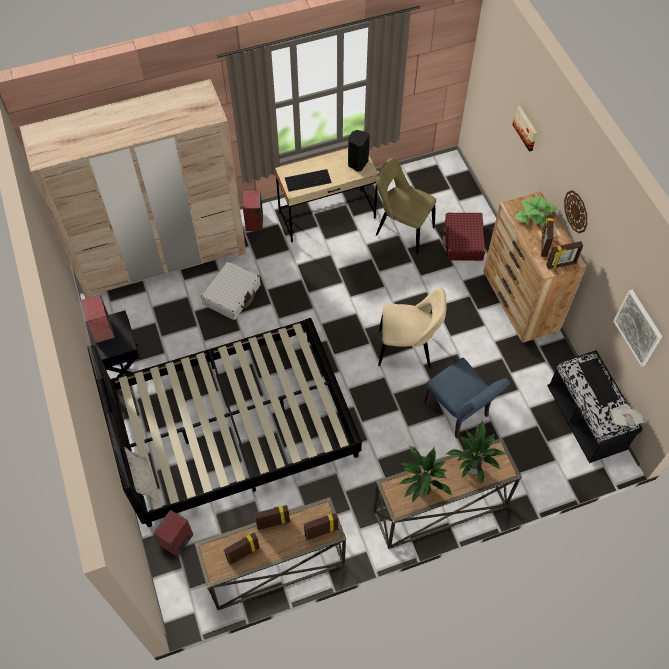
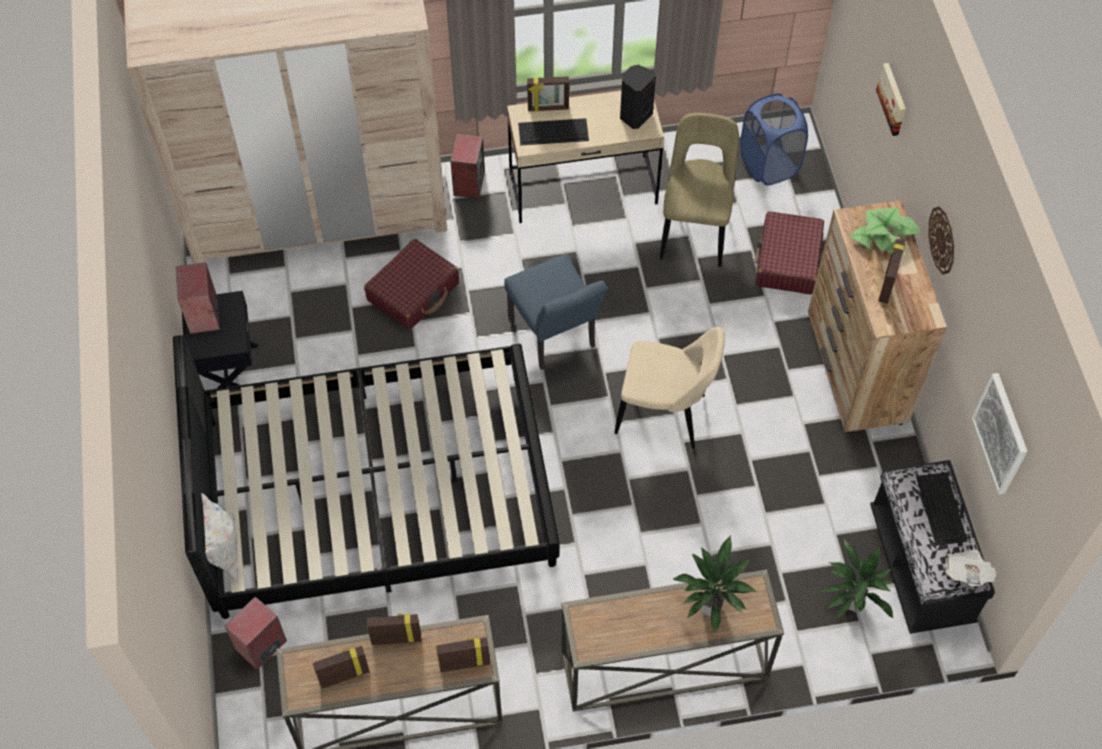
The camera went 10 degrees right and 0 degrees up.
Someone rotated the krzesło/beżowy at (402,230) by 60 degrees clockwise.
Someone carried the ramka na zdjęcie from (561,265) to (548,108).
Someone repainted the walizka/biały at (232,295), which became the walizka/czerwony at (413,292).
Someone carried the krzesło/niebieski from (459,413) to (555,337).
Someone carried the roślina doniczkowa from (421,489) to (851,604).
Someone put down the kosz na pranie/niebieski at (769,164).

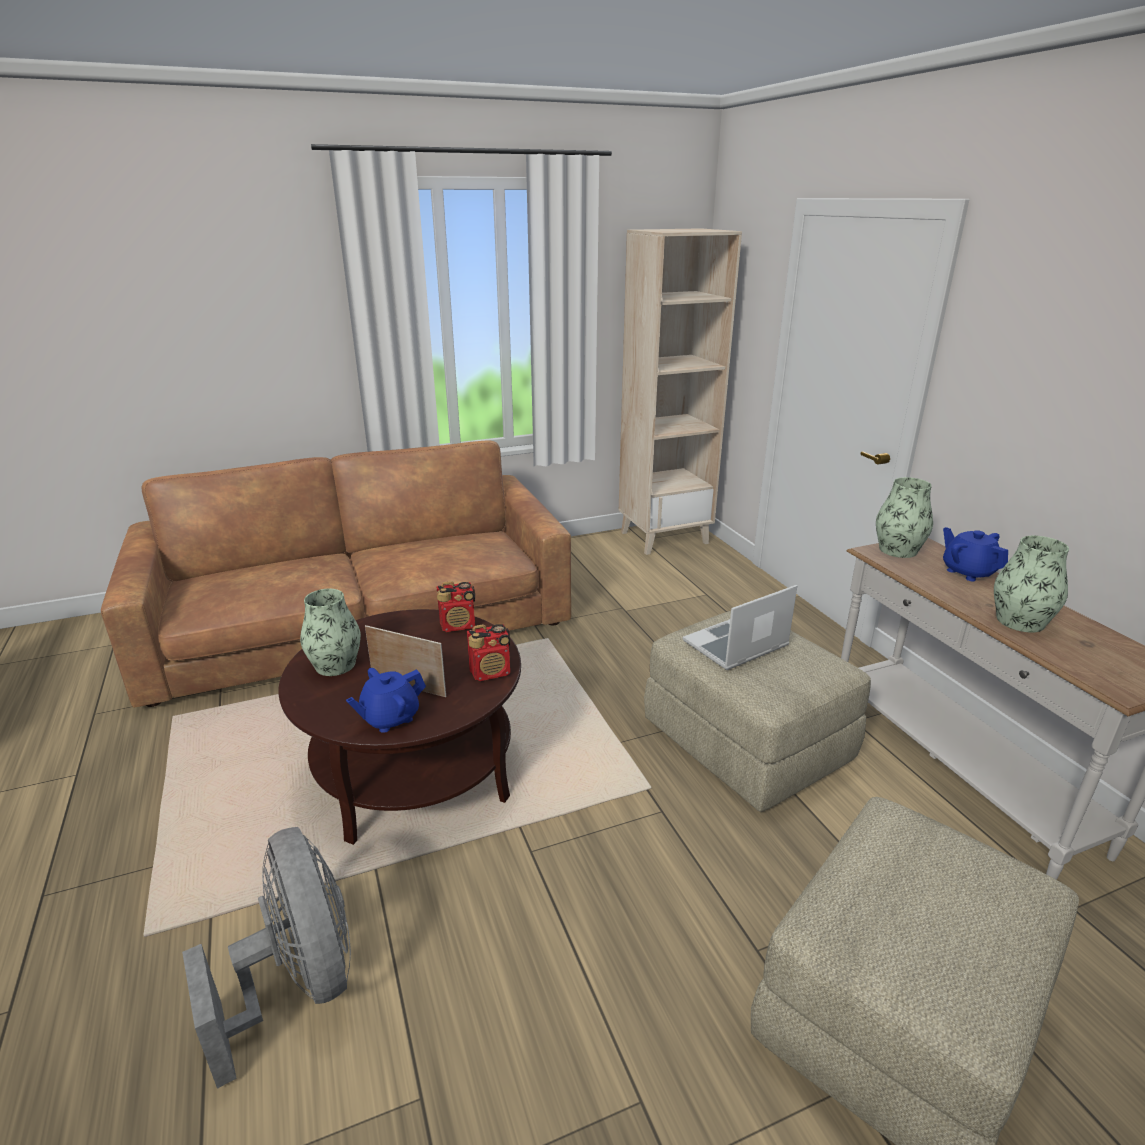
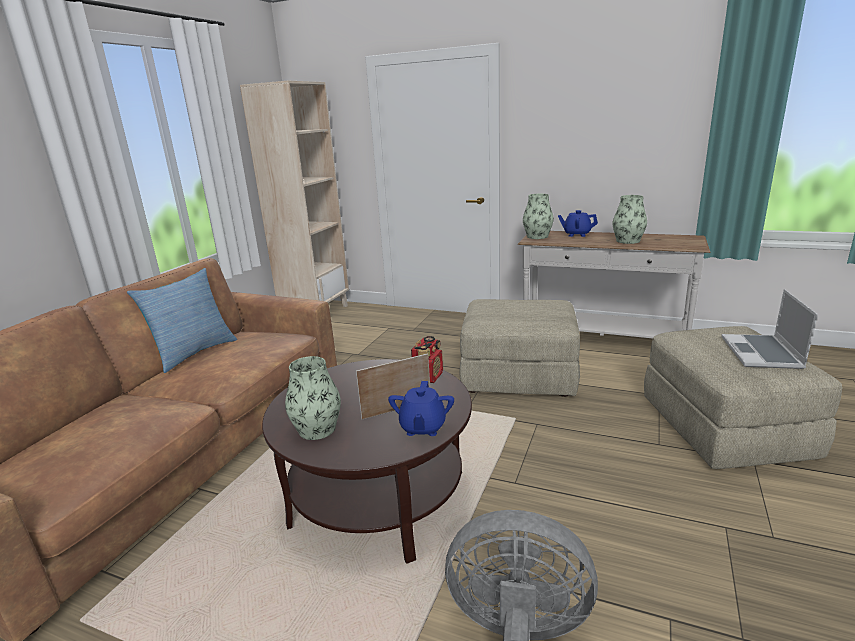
The camera went 45 degrees left and 5 degrees down.
Someone took away the radio at (458,625).
Someone carried the laptop from (735,645) to (762,353).
Someone put down the poduszka at (193,353).

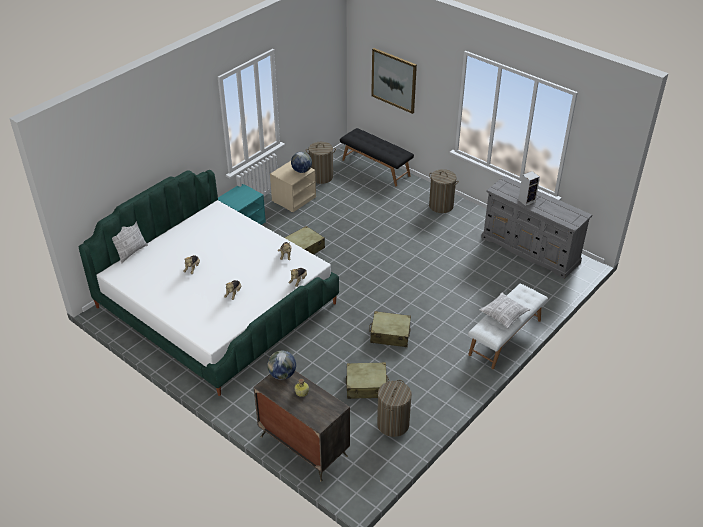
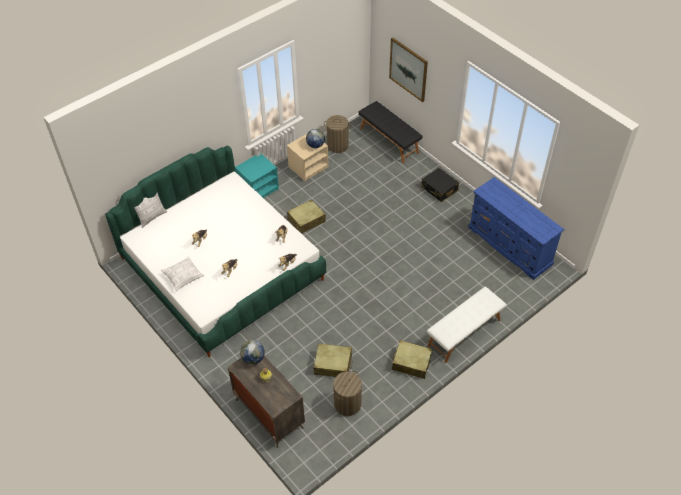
The camera went 10 degrees right and 10 degrees up.
Someone swapped the kosz na pranie at (441,206) for the walizka/czarny at (439,189).
Someone took away the głośnik at (527,200).
Someone repainted the komoda/szary at (530,250), which became the komoda/niebieski at (510,246).
Someone carried the poduszka from (503,314) to (183,276).
Someone carried the walizka/beżowy from (390,334) to (411,363).

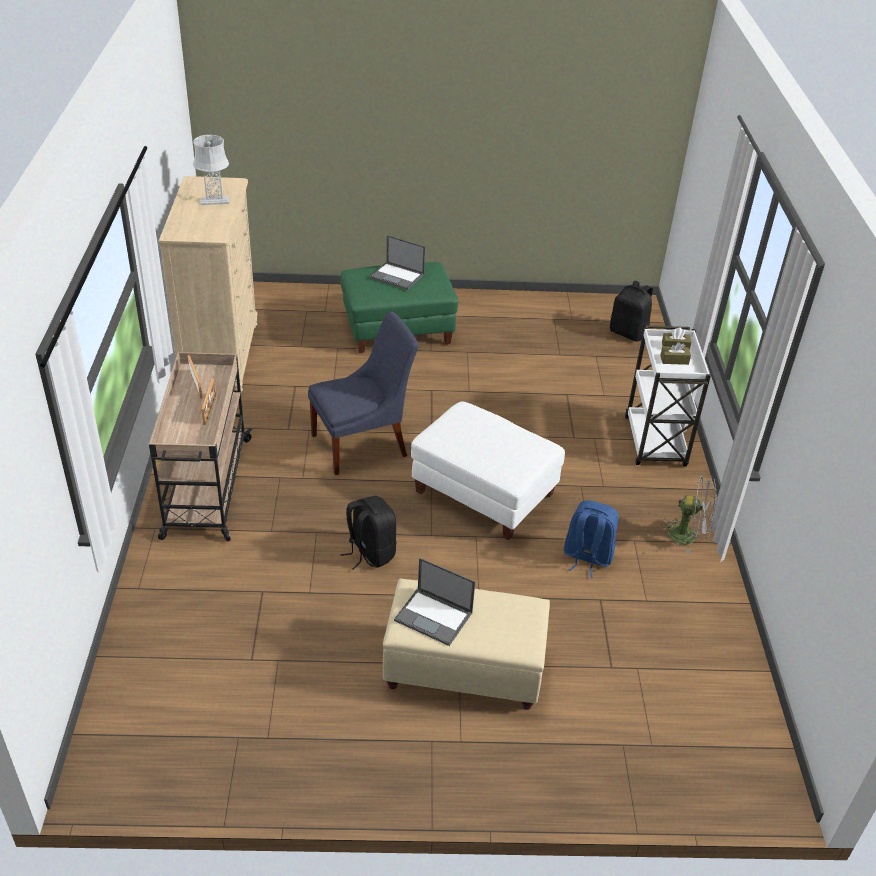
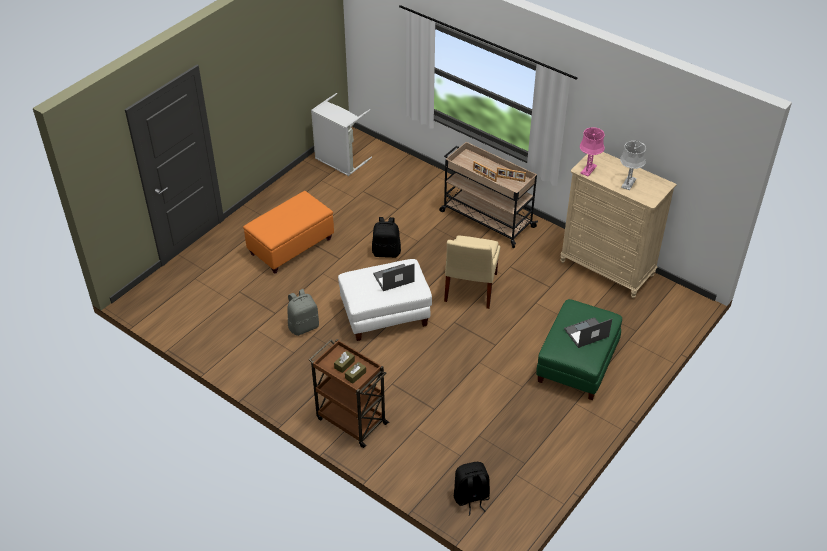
The camera went 130 degrees right and 5 degrees up.
Someone repainted the krzesło/niebieski at (363,444), which became the krzesło/beżowy at (470,289).
Someone repainted the wózek/biały at (655,443), which became the wózek/brązowy at (350,420).
Someone took away the wentylator/szary at (688,536).
Someone repainted the plecak/niebieski at (586,557), which became the plecak/szary at (303,326).
Someone carried the laptop from (434,617) to (393,278).
Someone repainted the pufa/beżowy at (462,668), which became the pufa/pomarańczowy at (291,246).
Someone put down the kosz na pranie/szary at (339,161).
Someone put down the lampa stołowa/różowy at (588,169).

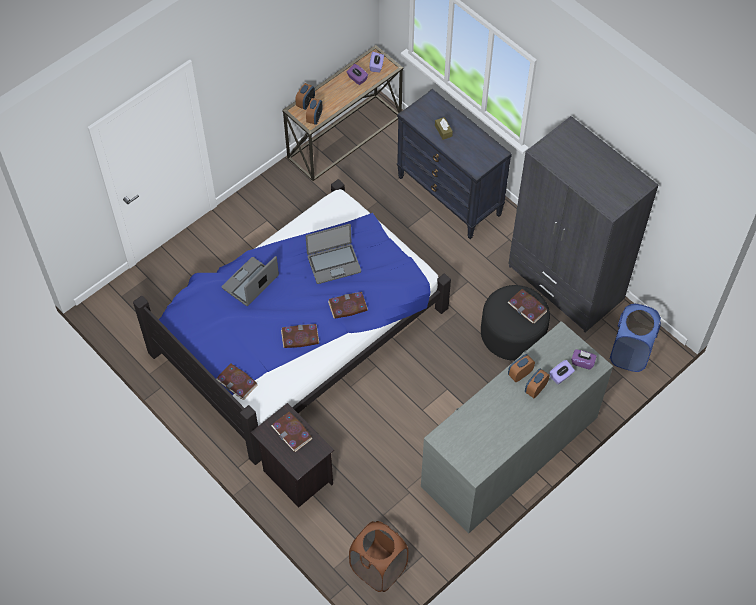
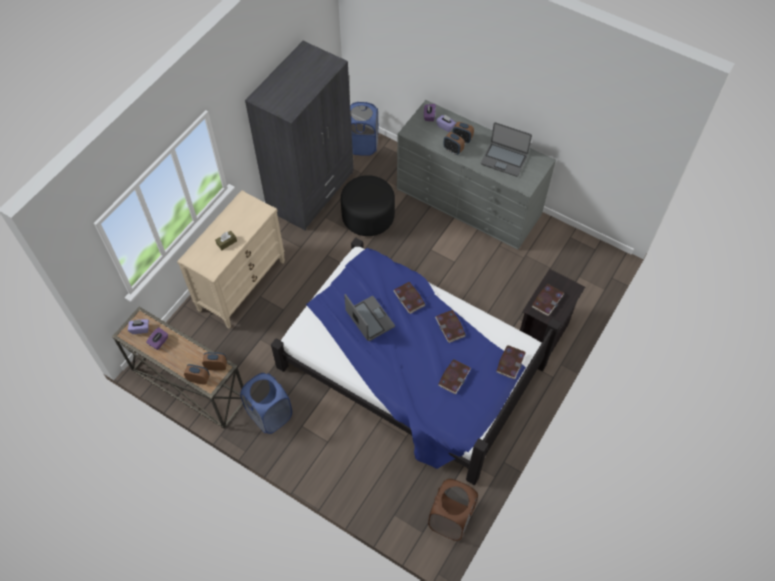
The camera went 105 degrees left and 0 degrees up.
Someone repainted the komoda/czarny at (450,196), which became the komoda/beżowy at (242,285).
Someone carried the laptop from (251,283) to (504,159).
Someone carried the książka from (527,307) to (454,377).
Someone carried the kosz na pranie/brązowy from (378,568) to (451,519).
Someone put down the kosz na pranie/niebieski at (269,415).

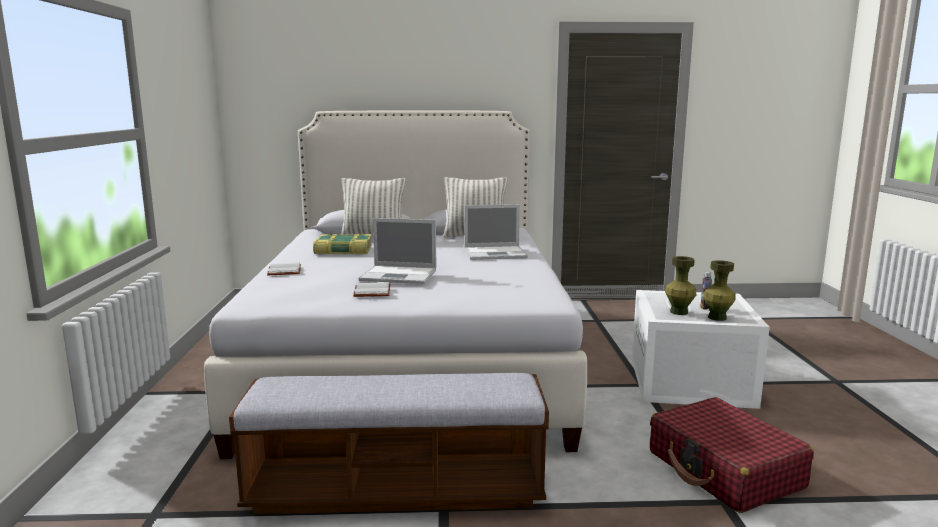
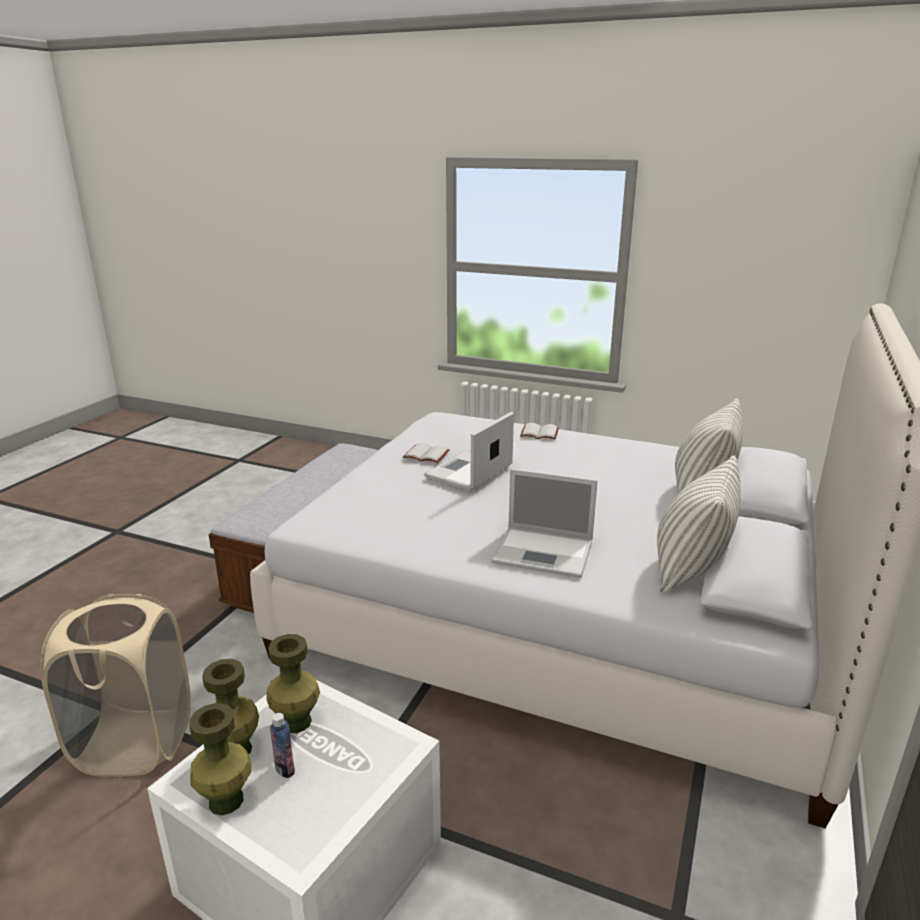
The camera went 115 degrees right and 10 degrees up.
Someone rotated the laptop at (496,253) by 90 degrees counterclockwise.
Someone took away the książka at (343,250).
Someone swapped the walizka/czerwony at (724,470) for the kosz na pranie/beżowy at (134,743).
Someone put down the wazon/zielony at (226,800).

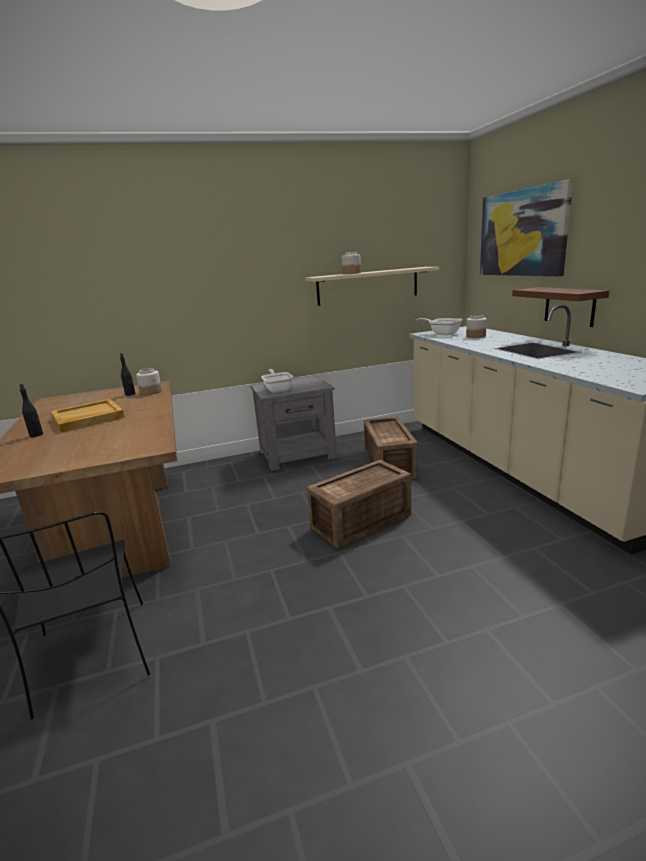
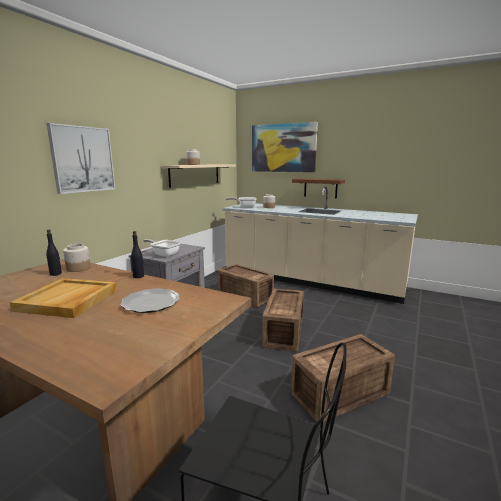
The camera went 45 degrees left and 5 degrees down.
Someone carried the butelka/czarny from (36,435) to (138,276).
Someone put up the obraz at (83,159).
Someone put down the talerz at (151,302).
Someone put down the skrzynka at (342,394).

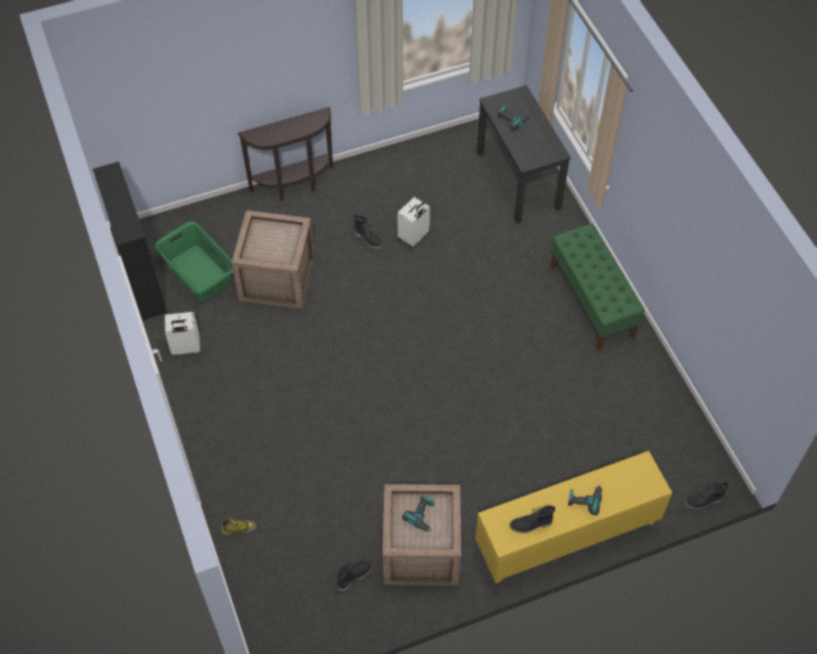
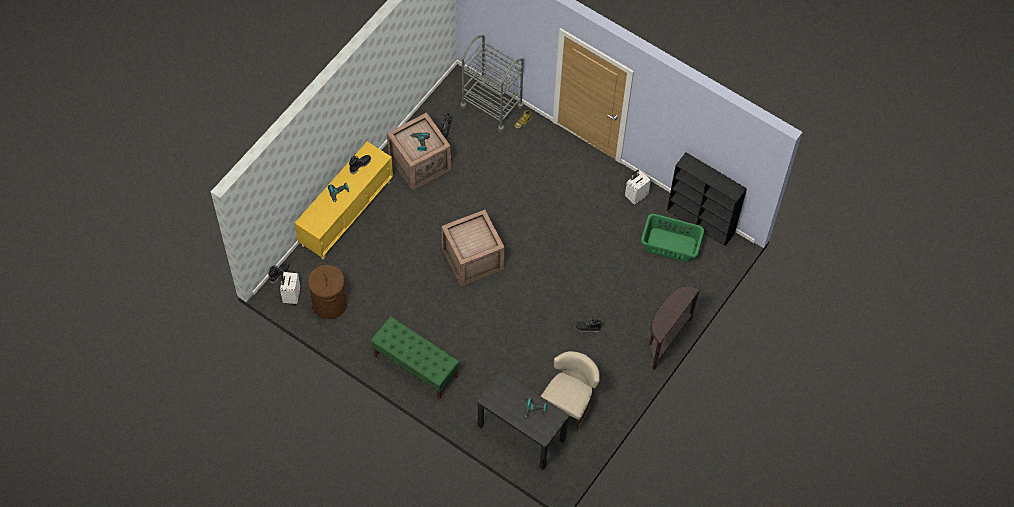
The camera went 145 degrees right and 5 degrees up.
Someone carried the walizka/biały from (413,237) to (291,296).
Someone carried the skrzynka from (278,280) to (471,258).
Someone put down the wózek/szary at (491,106).
Someone put down the kosz na pranie/brązowy at (329,304).
Someone put down the krzesło/beżowy at (569,402).

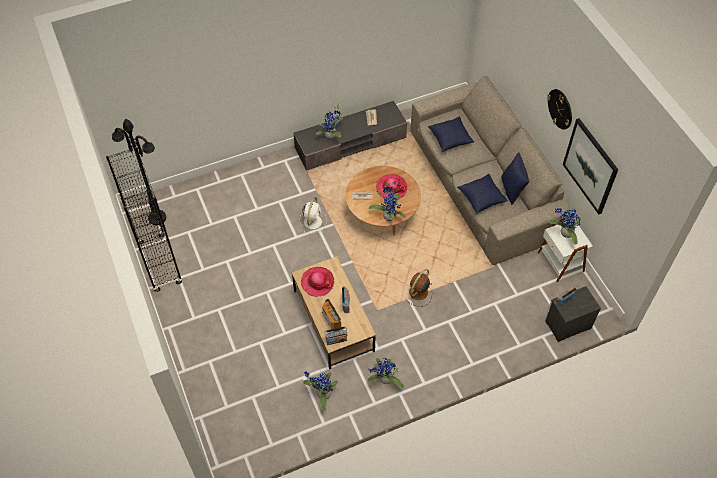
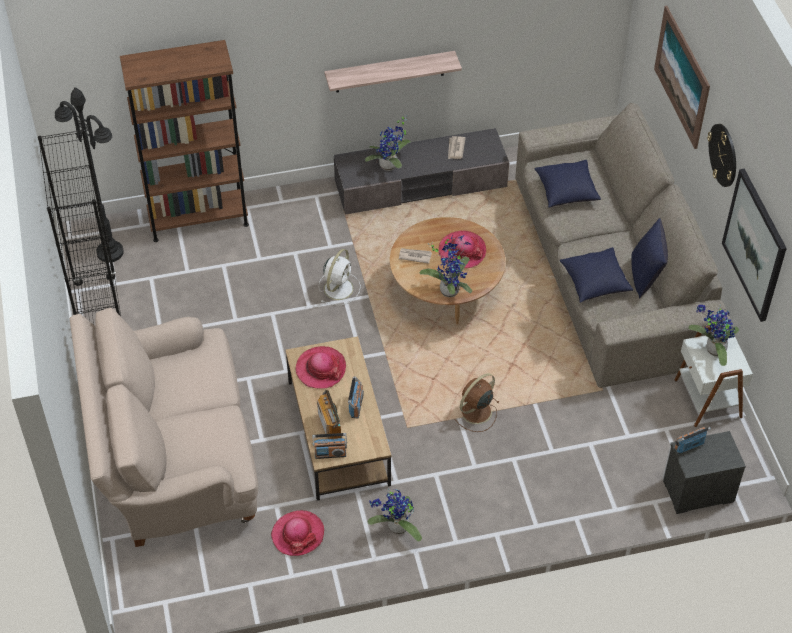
The camera went 10 degrees right and 5 degrees down.
Someone swapped the roślina doniczkowa at (322,394) for the kapelusz at (298,534).
Someone put up the obraz at (682,76).
Someone put down the regał/brązowy at (198,219).
Someone put up the półka at (390,72).
Someone put down the kanapa/beżowy at (174,460).

